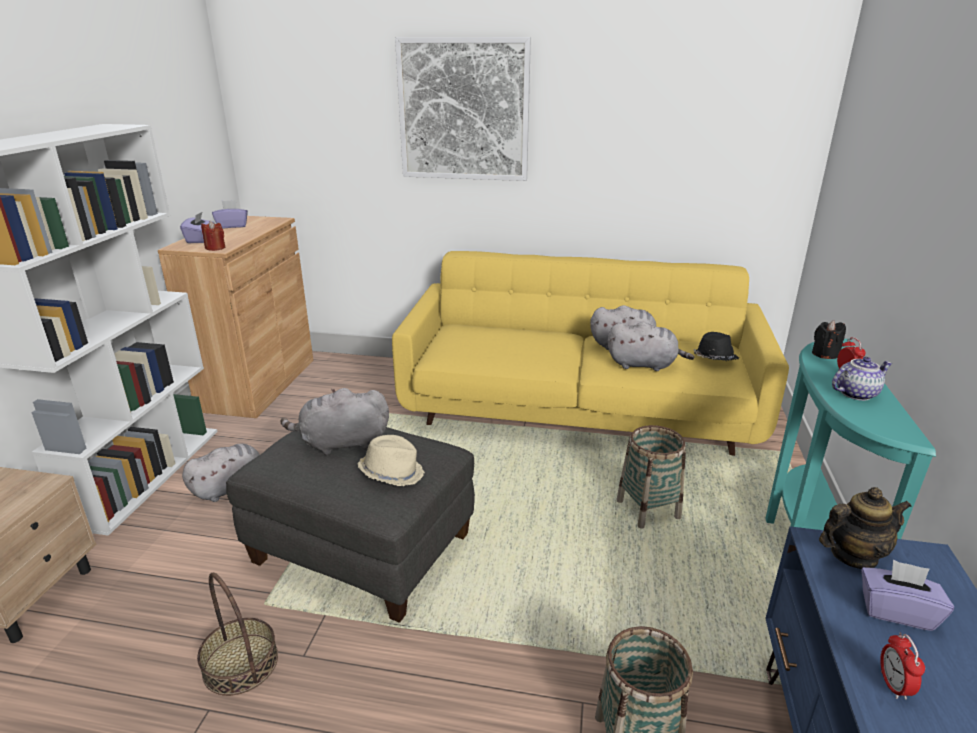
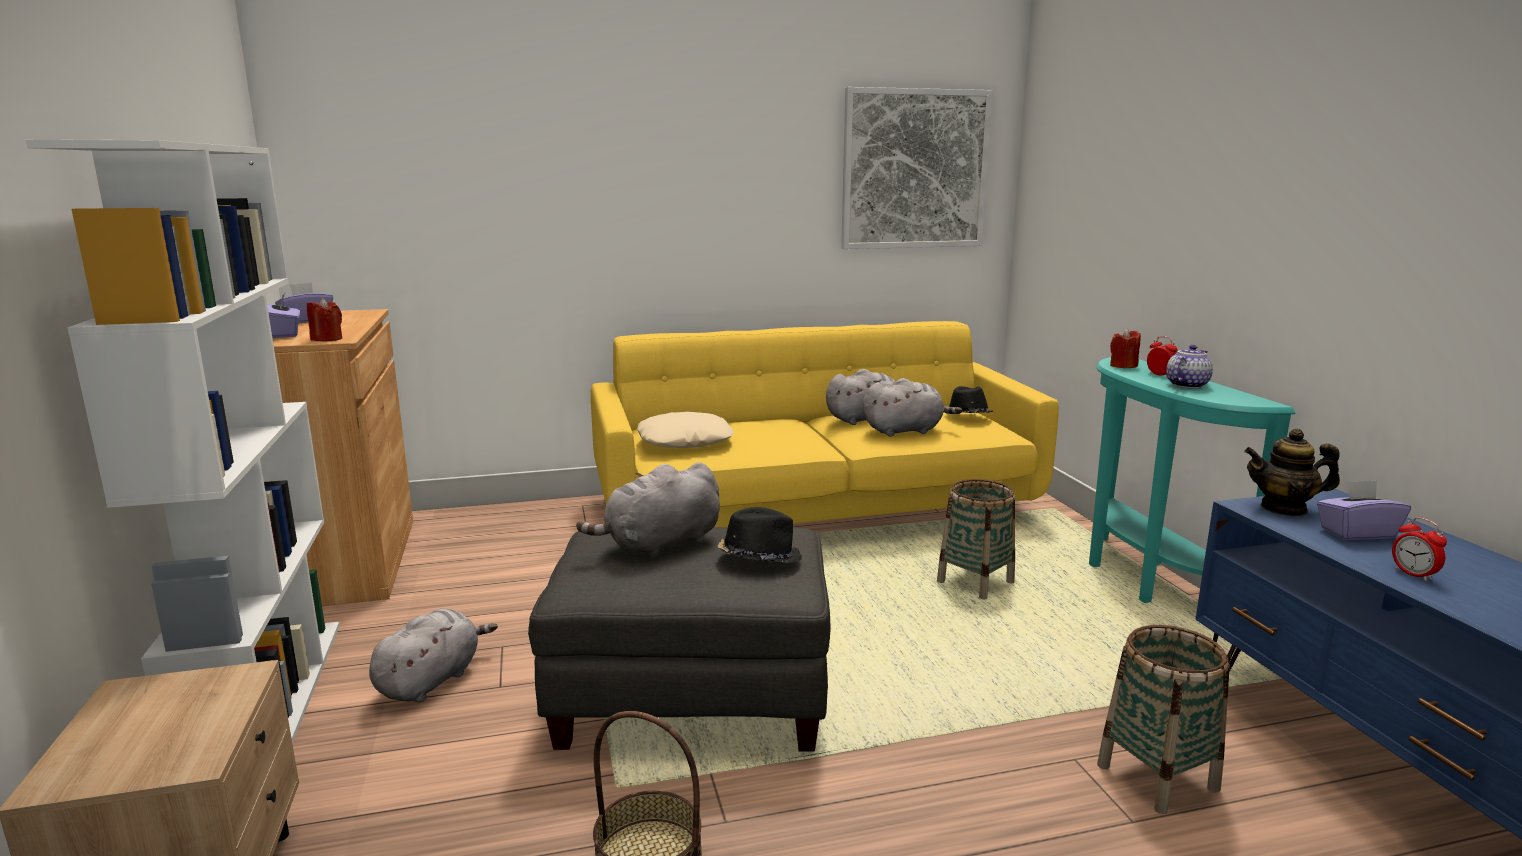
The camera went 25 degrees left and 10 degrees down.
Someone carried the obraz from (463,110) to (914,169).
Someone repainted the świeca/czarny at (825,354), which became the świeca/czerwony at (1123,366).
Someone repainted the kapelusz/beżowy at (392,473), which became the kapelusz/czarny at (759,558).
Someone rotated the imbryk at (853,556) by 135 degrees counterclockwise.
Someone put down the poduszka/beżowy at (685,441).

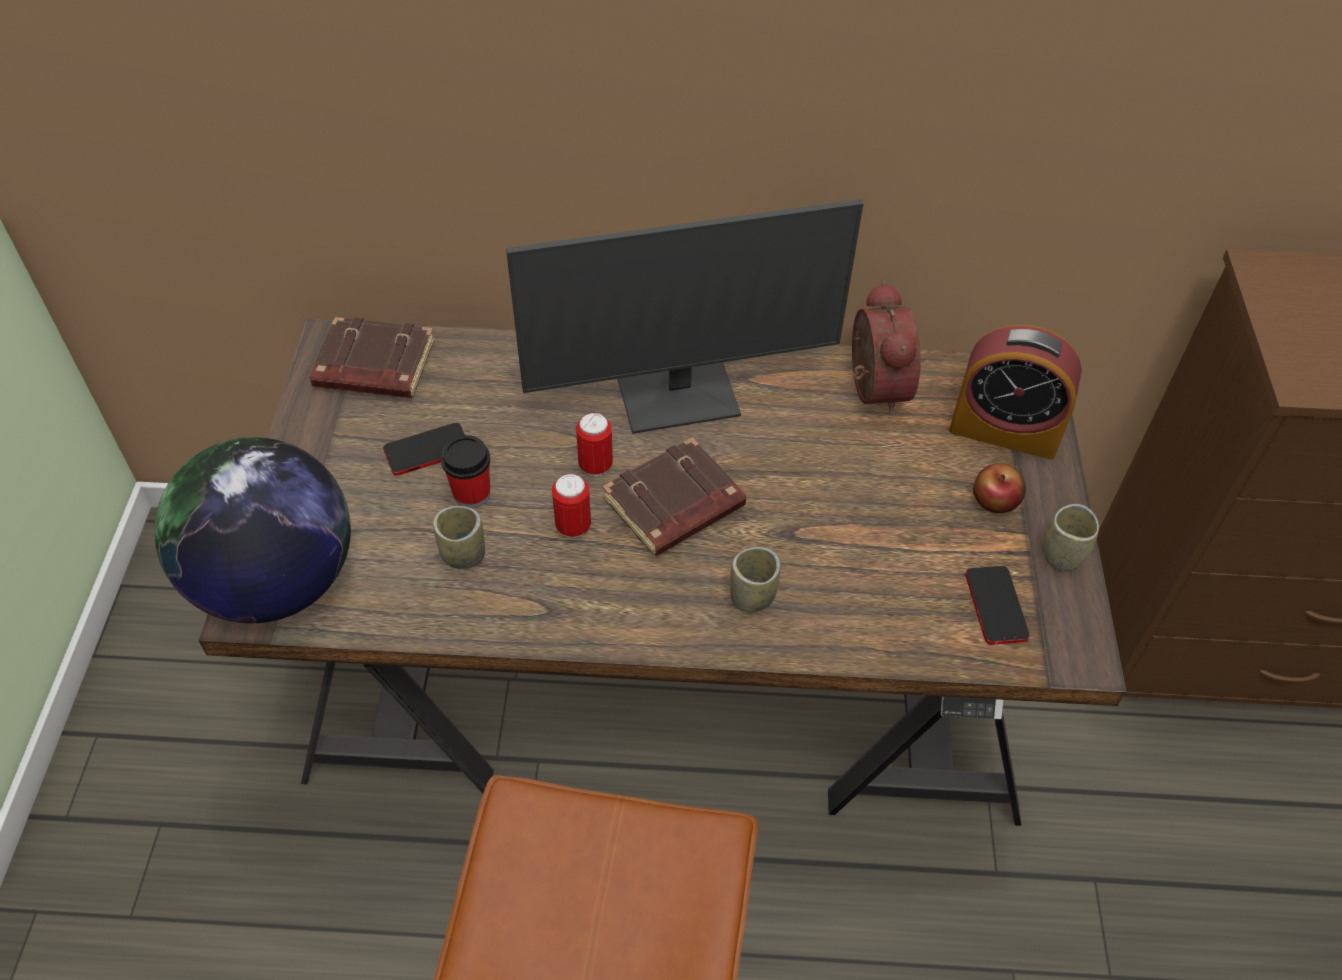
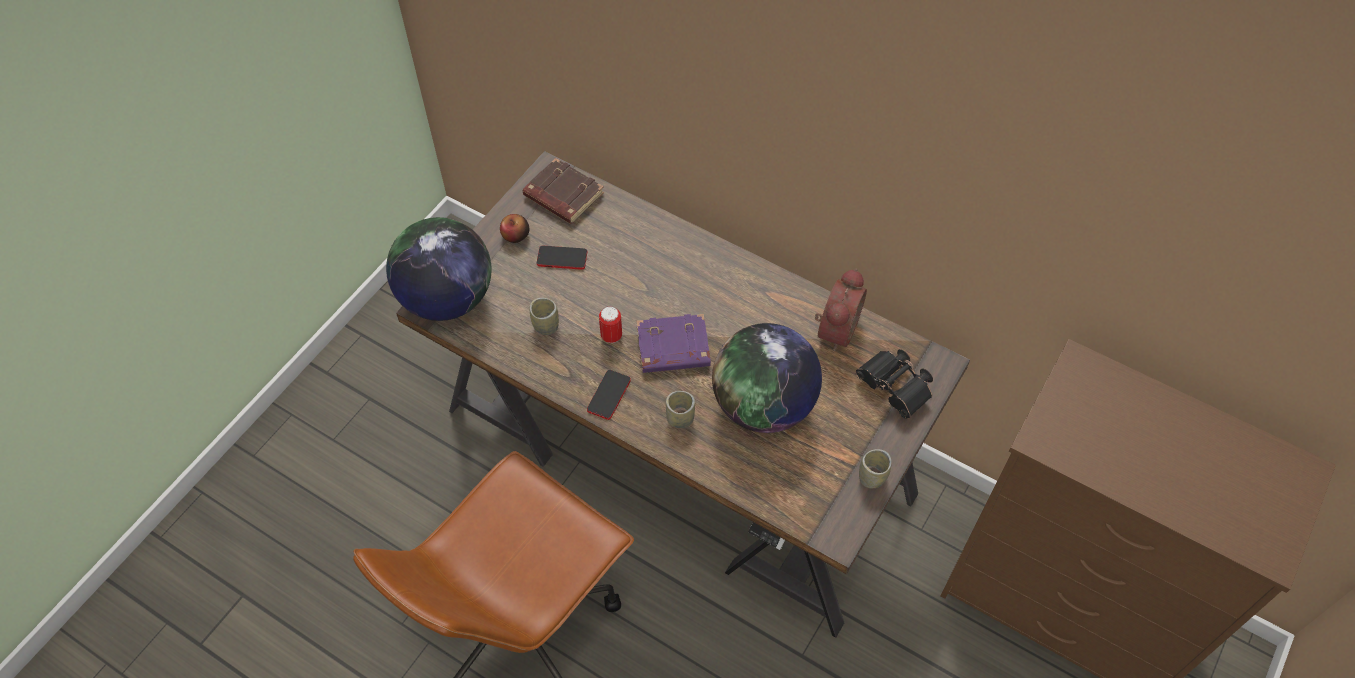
The camera went 30 degrees right and 5 degrees up.
Someone took away the monitor at (678,395).
Someone swapped the budzik at (1004,430) for the lornetka/czarny at (896,389).
Someone took away the puszka at (595,465).
Someone took away the filiżanka at (472,494).
Someone repainted the książka/brązowy at (674,505), which became the książka/fioletowy at (672,348).
Someone carried the jabłko from (995,500) to (515,235).
Someone carried the telefon from (996,606) to (608,395).
Someone put down the globus at (763,405).

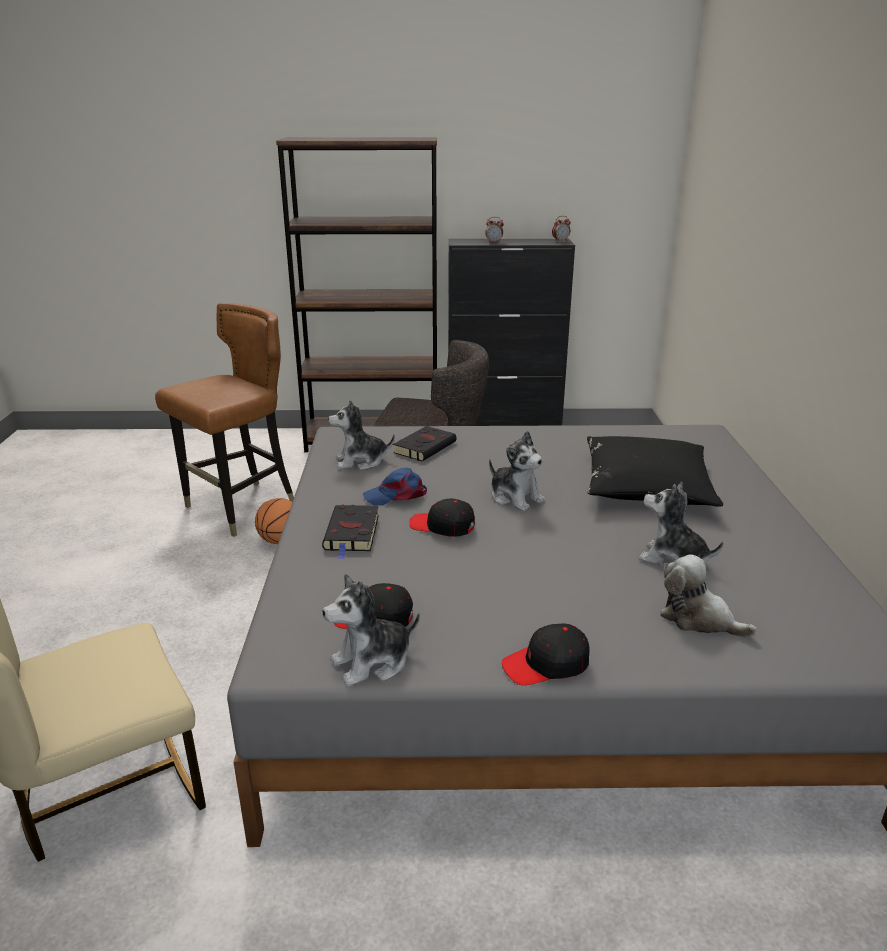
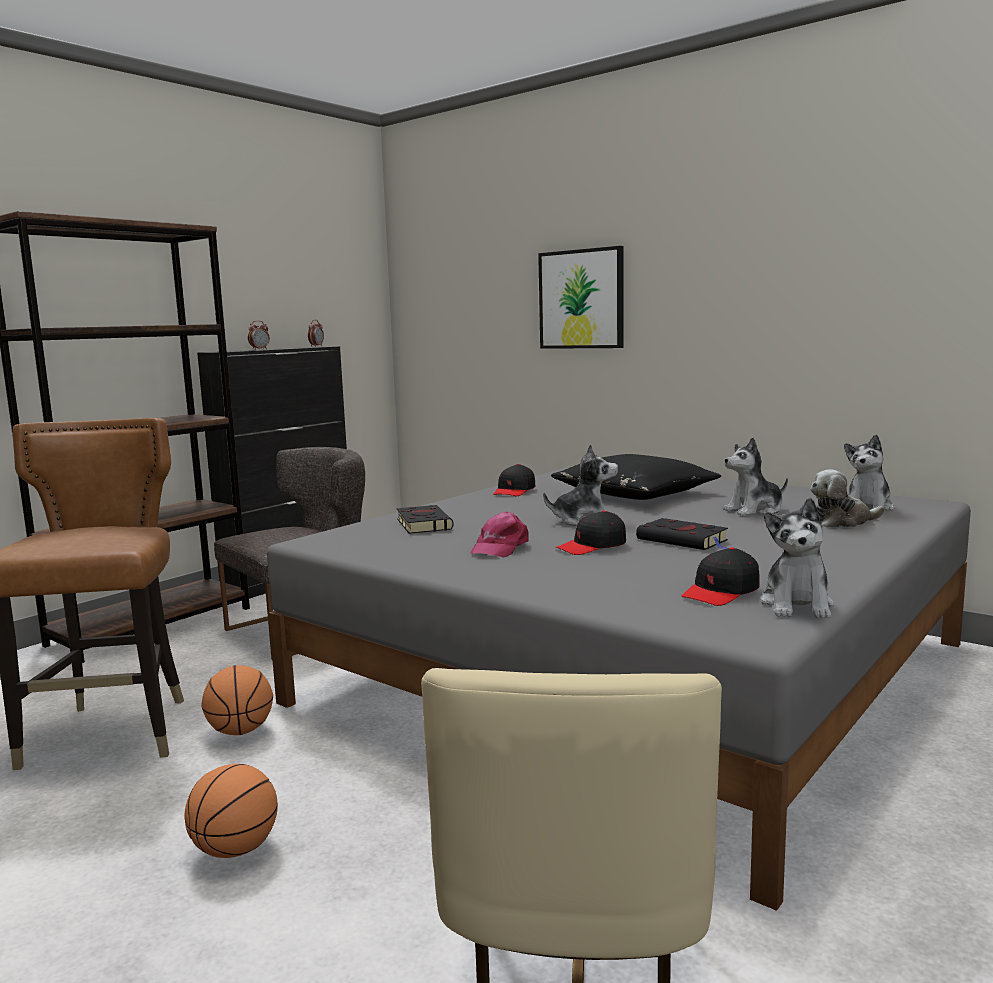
The camera went 50 degrees left and 15 degrees down.
Someone carried the pluszak from (360,461) to (868,508).
Someone repainted the czapka z daszkiem/niebieski at (396,495), which became the czapka z daszkiem/różowy at (500,548).
Someone carried the książka/czarny from (352,534) to (684,540).
Someone carried the czapka z daszkiem/czarny from (546,665) to (514,491).
Someone put up the obraz at (581,299).
Someone put down the piłka do koszykówki at (235,850).

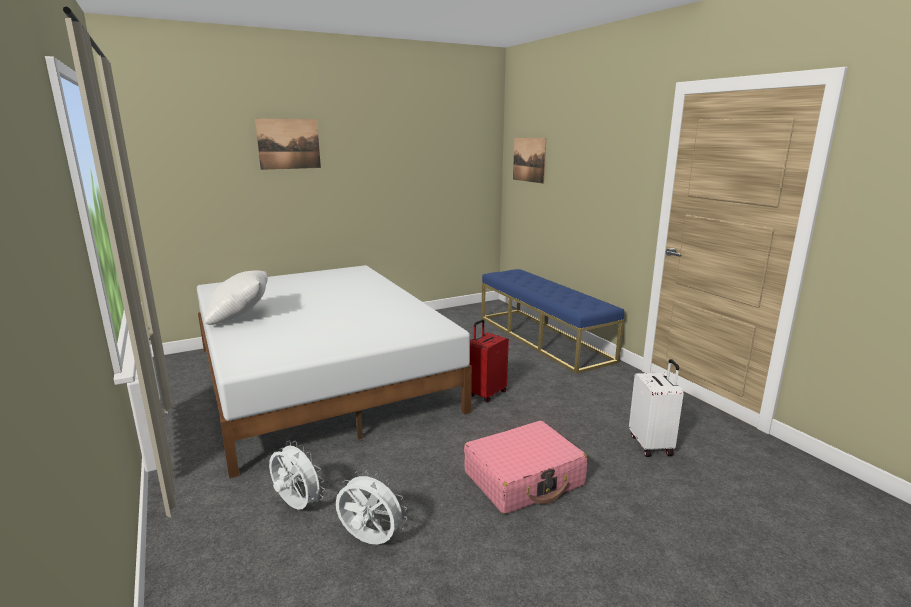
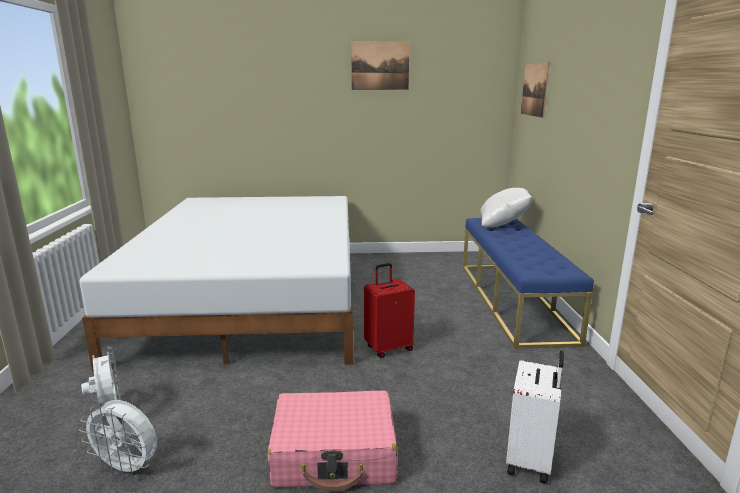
The camera went 25 degrees right and 0 degrees up.
Someone carried the obraz from (289,144) to (380,65).
Someone carried the poduszka/biały from (240,317) to (504,225).
Someone rotated the wentylator/biały at (369,541) by 150 degrees clockwise.

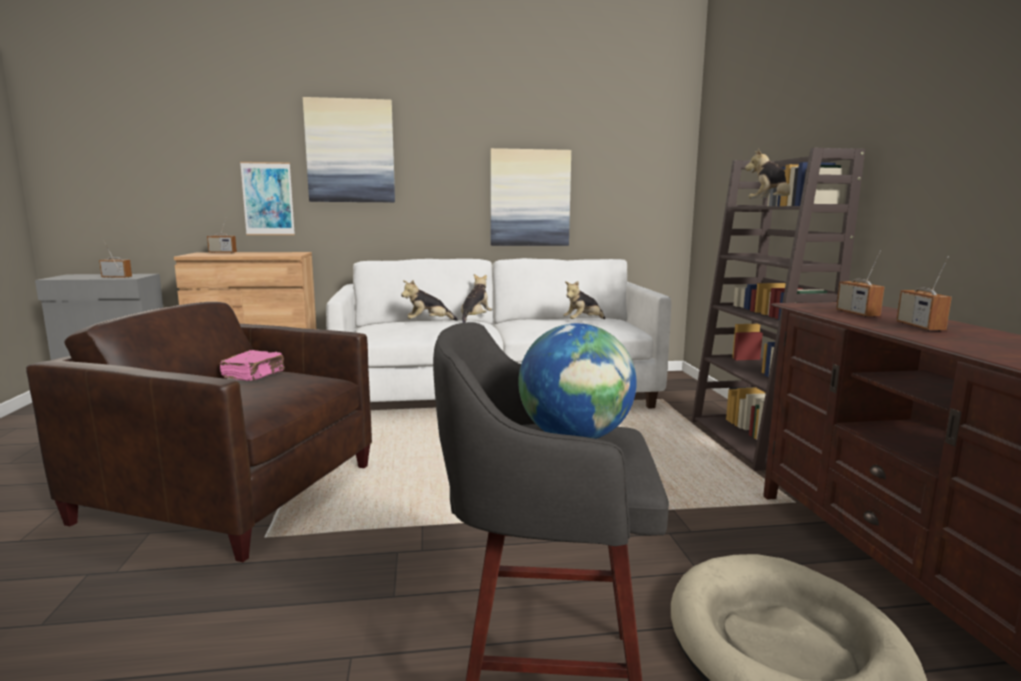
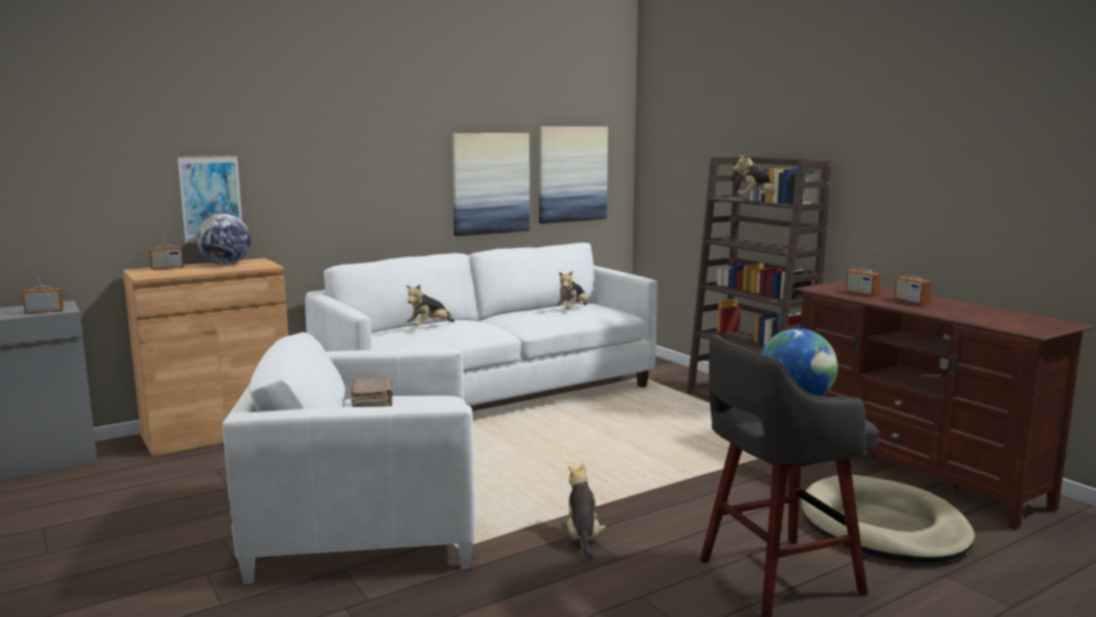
The camera went 25 degrees left and 0 degrees up.
Someone carried the obraz from (350,151) to (572,174).
Someone carried the pluszak from (475,318) to (583,537).
Someone repainted the fotel/brązowy at (233,492), which became the fotel/biały at (367,524).
Someone repainted the książka/różowy at (254,375), which became the książka/brązowy at (373,403).
Someone put down the globus at (225,264).

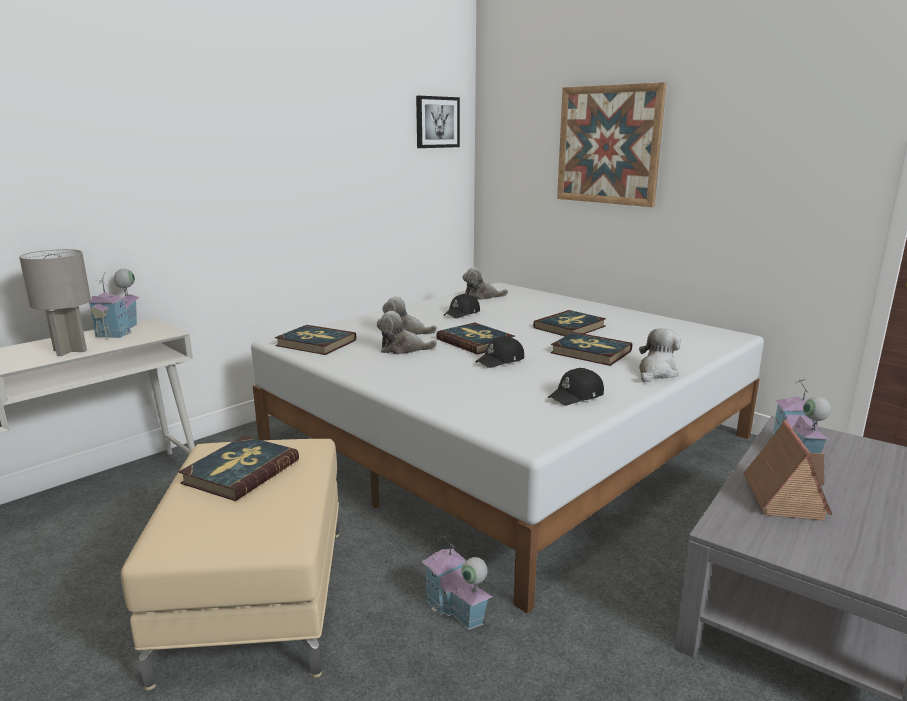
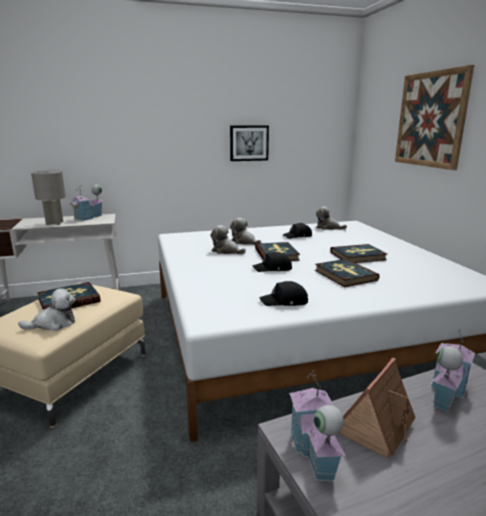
The camera went 30 degrees right and 0 degrees up.
Someone carried the obraz from (437,122) to (249,143).
Someone took away the książka at (316,343).
Someone carried the pluszak from (656,373) to (54,324).
Someone carried the domek from (455,609) to (313,453).

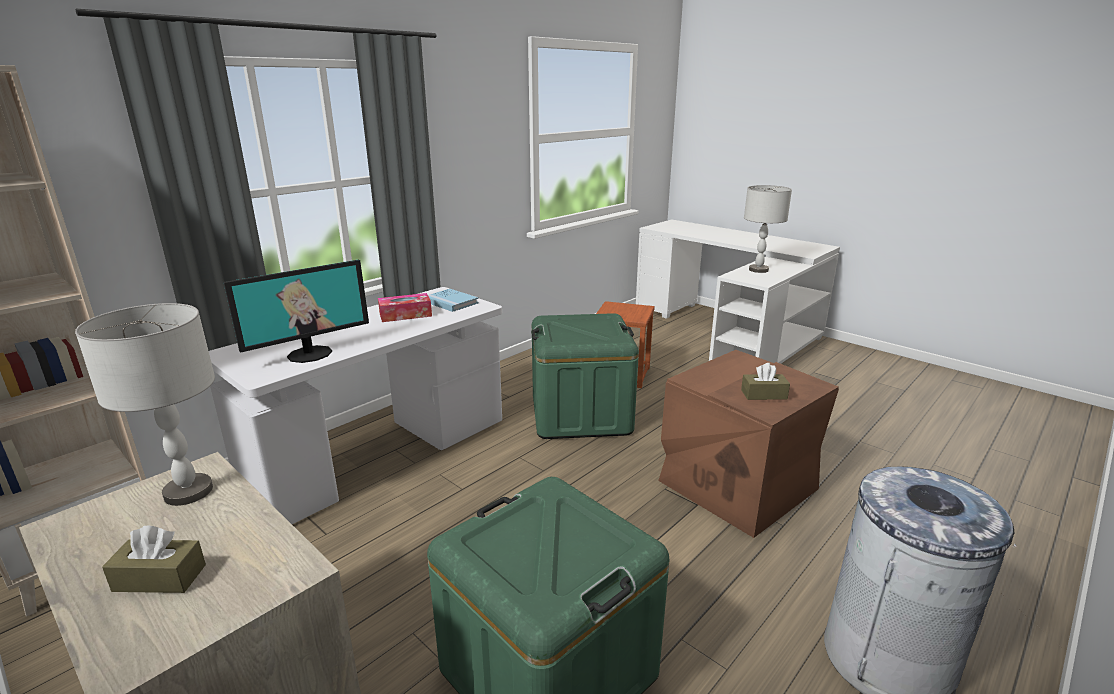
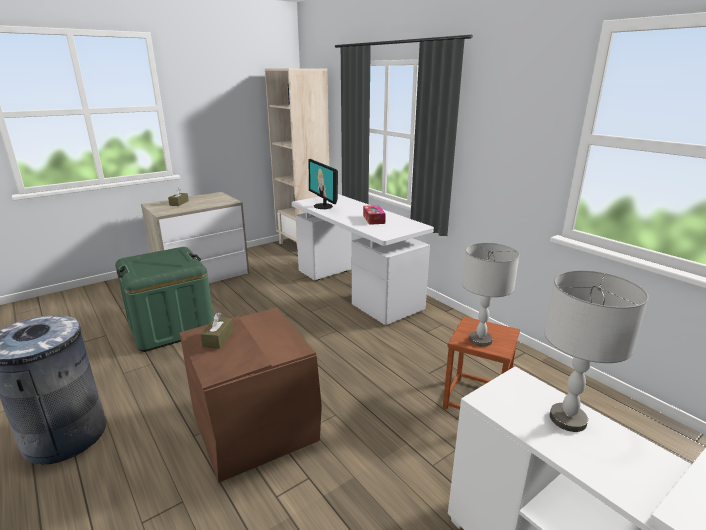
The camera went 100 degrees right and 0 degrees up.
Someone took away the książka/niebieski at (451,302).
Someone carried the lampa stołowa/szary from (187,492) to (480,340).
Someone took away the pojemnik do przechowywania/zielony at (580,414).

